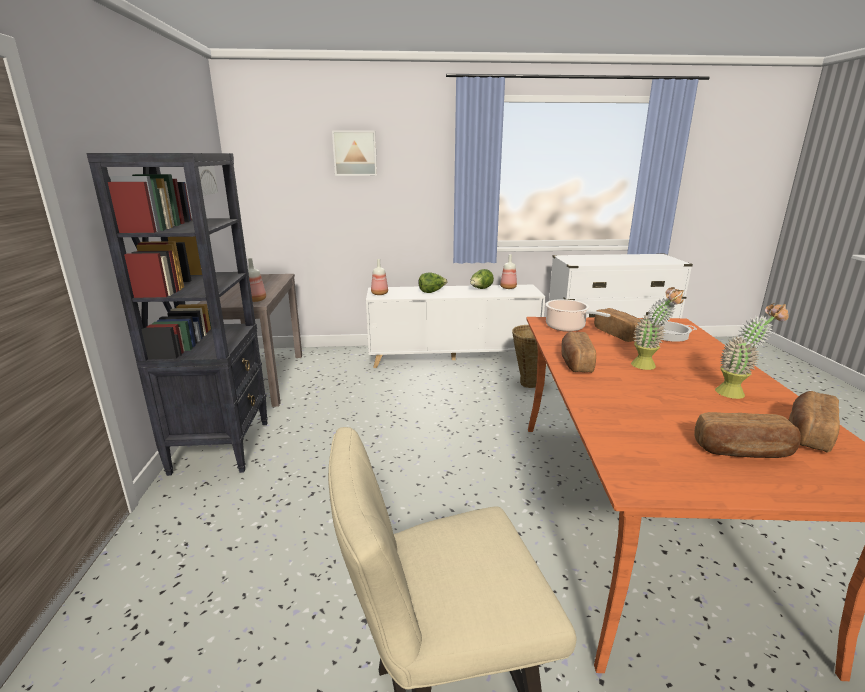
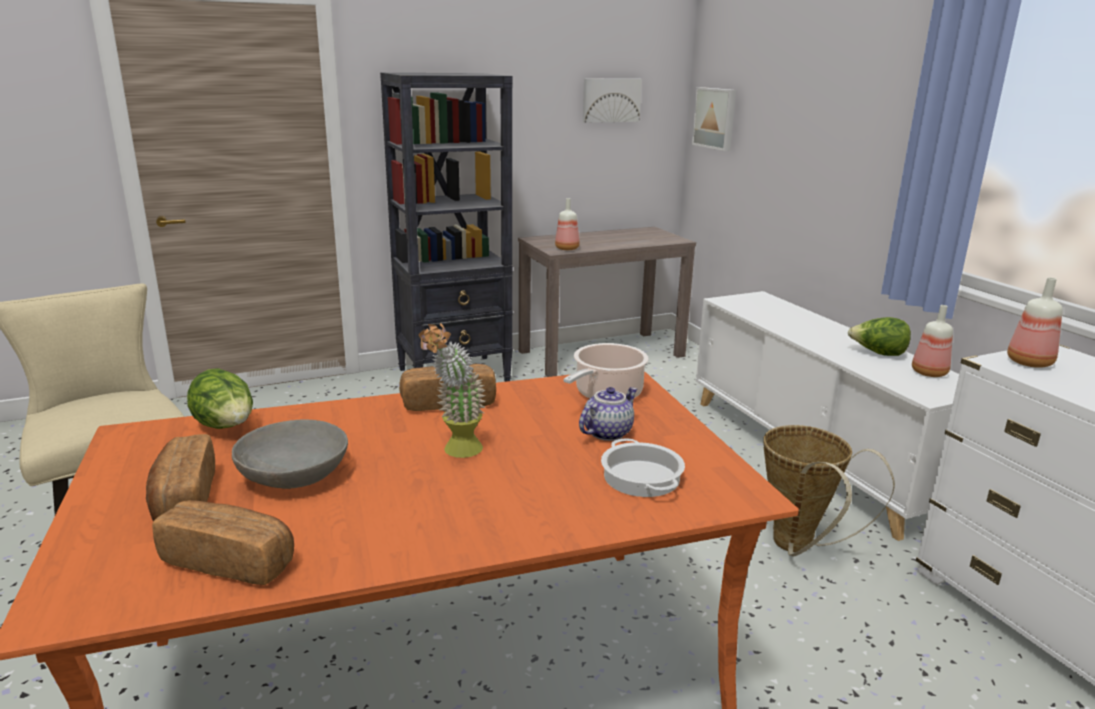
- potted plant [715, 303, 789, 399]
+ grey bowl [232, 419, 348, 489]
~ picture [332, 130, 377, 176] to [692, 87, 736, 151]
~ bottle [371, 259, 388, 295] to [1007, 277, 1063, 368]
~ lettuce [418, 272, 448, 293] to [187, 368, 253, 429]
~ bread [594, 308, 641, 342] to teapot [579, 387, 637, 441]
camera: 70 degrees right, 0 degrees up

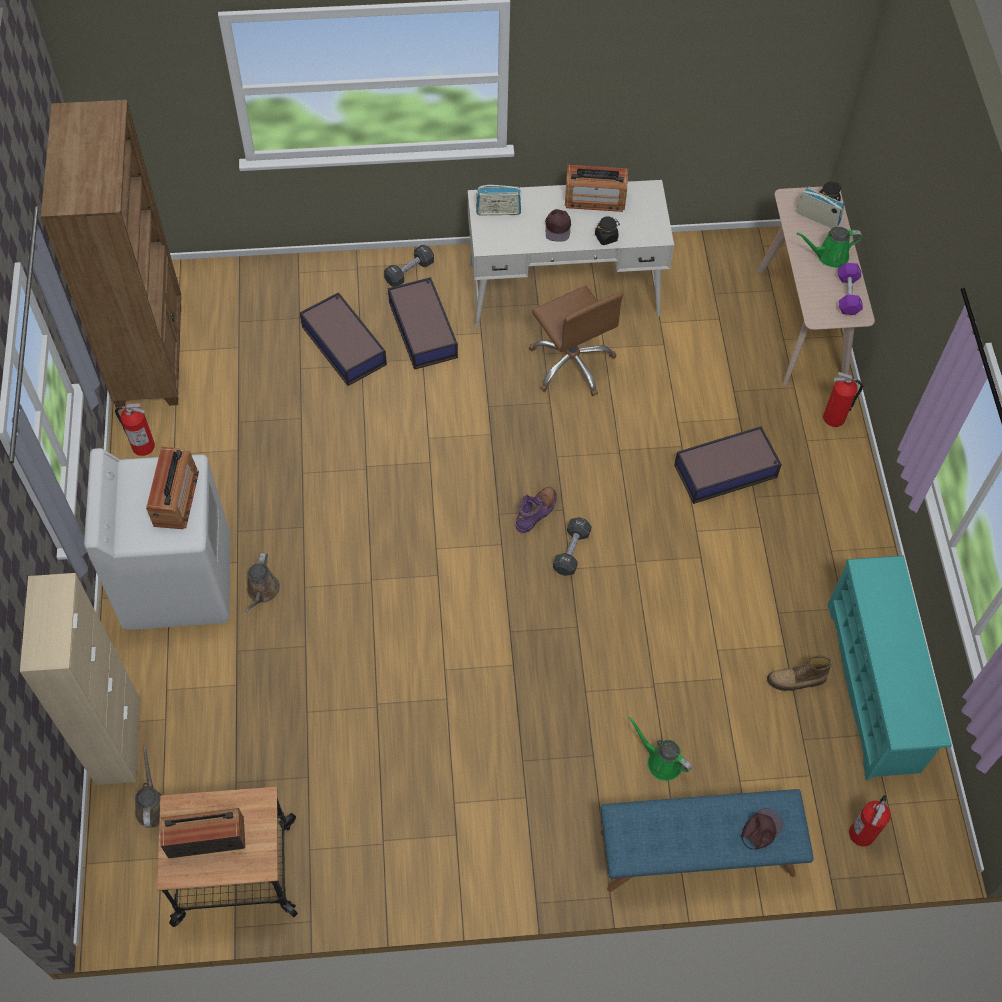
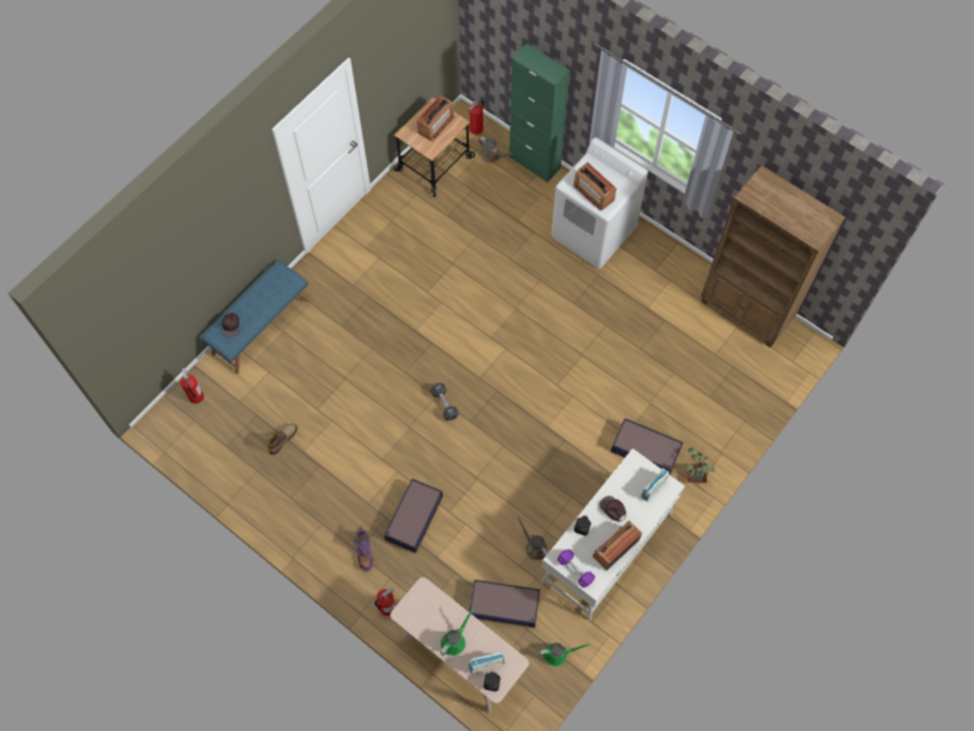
- brown office chair [529, 285, 623, 396]
- turquoise shoe rack [827, 556, 951, 781]
~ fire extinguisher [115, 404, 155, 456] to [469, 100, 484, 135]
~ brown watering can [245, 553, 280, 613] to [517, 517, 549, 560]
~ storage box [300, 292, 387, 386] to [469, 579, 540, 628]
~ purple boot [516, 487, 557, 533] to [354, 526, 373, 572]
~ green watering can [628, 717, 692, 781] to [539, 643, 590, 667]
~ purple dumbbell [838, 263, 863, 315] to [557, 549, 595, 588]
~ black dumbbell [384, 245, 434, 287] to potted plant [685, 448, 715, 483]
~ beige cabinet [20, 573, 140, 785] to green cabinet [509, 43, 570, 182]
camera: 135 degrees right, 5 degrees up

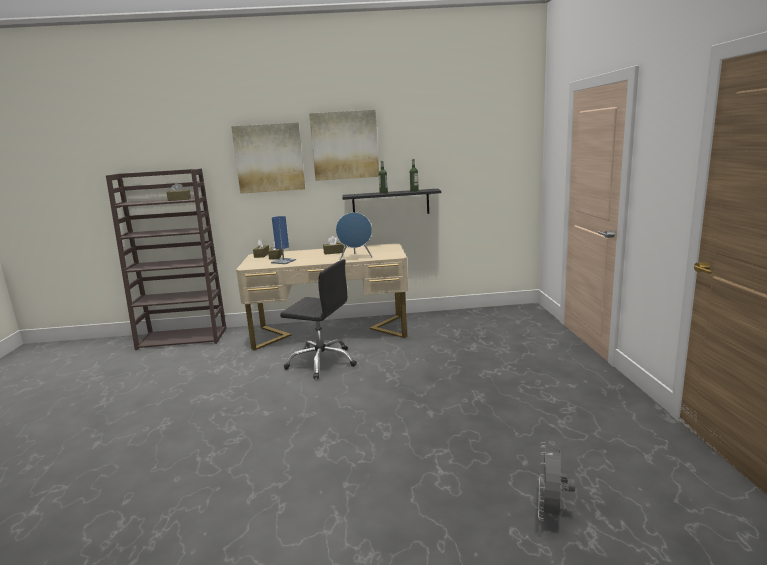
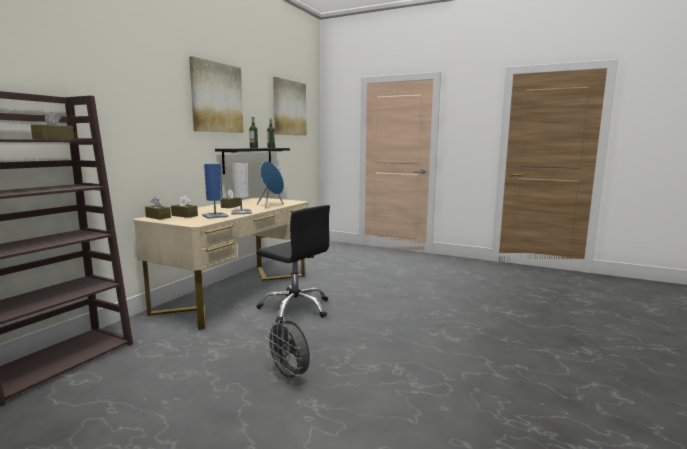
+ white table lamp [231, 163, 252, 215]
~ picture [231, 122, 305, 194] to [273, 77, 306, 136]
~ grey fan [538, 442, 575, 521] to [265, 320, 310, 383]
~ black office chair [280, 259, 357, 379] = [256, 205, 330, 323] 75 degrees clockwise
camera: 60 degrees left, 5 degrees down

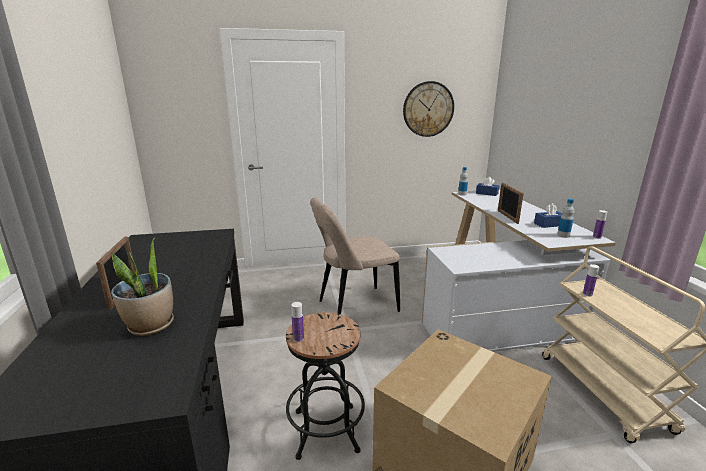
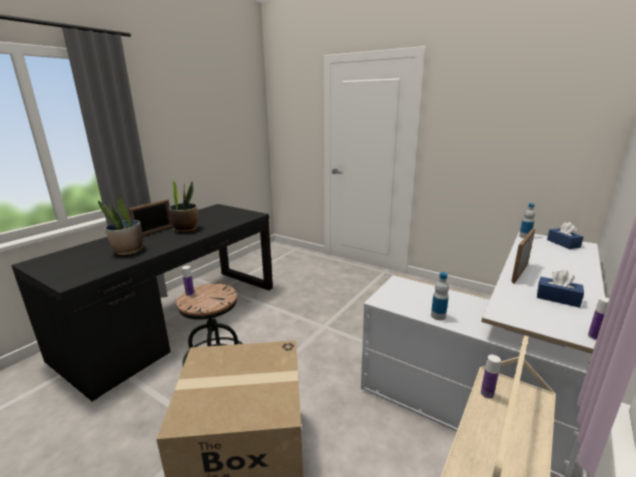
- beige chair [310, 197, 400, 314]
- wall clock [403, 81, 454, 137]
+ potted plant [169, 178, 198, 233]
~ bottle [557, 199, 574, 238] to [431, 272, 449, 320]
camera: 45 degrees right, 0 degrees up

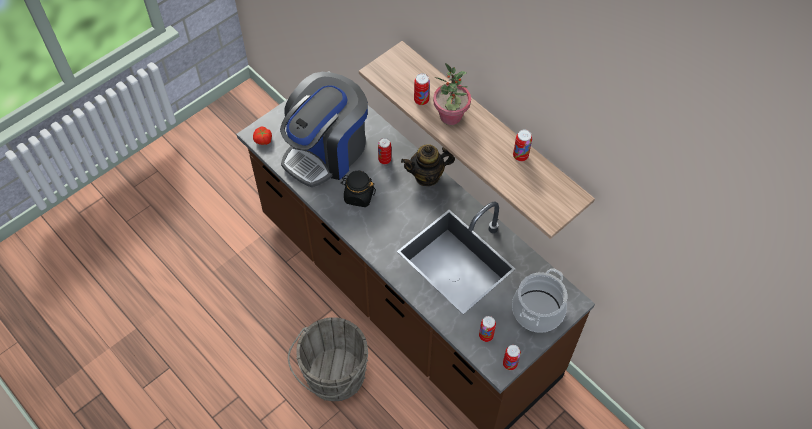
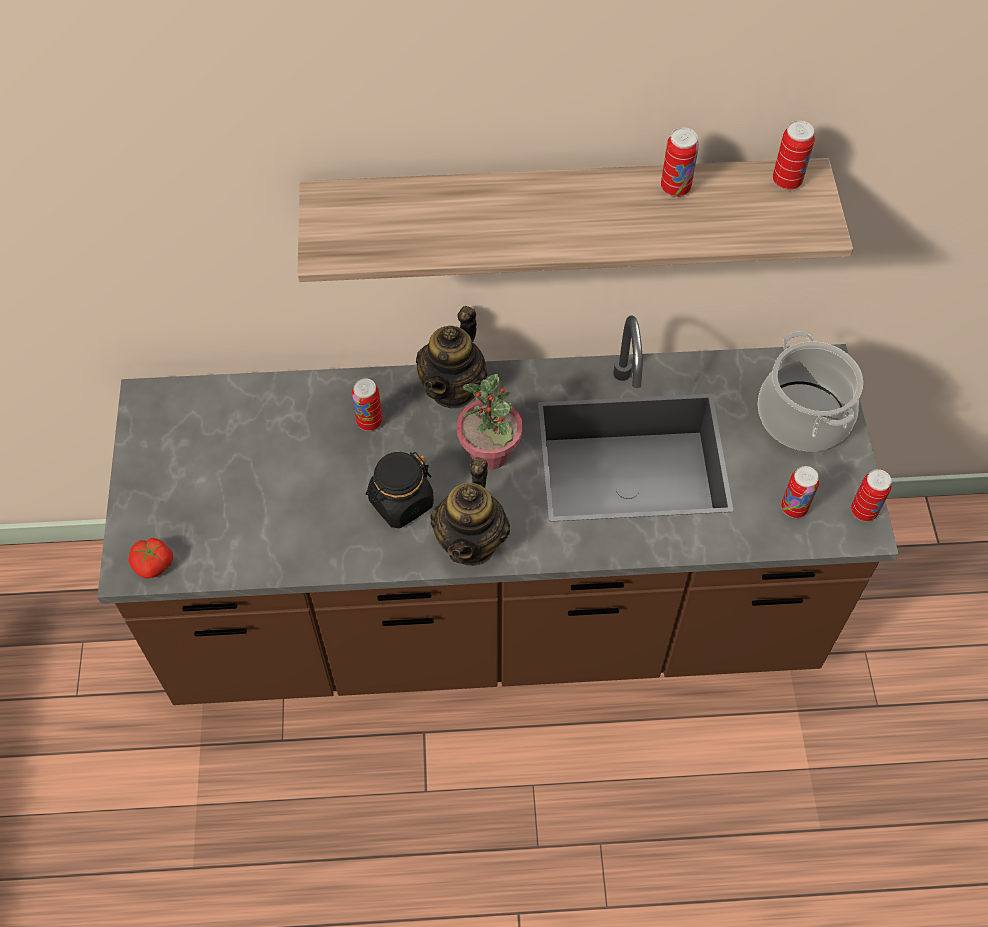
- coffee machine [280, 72, 368, 187]
- grey bucket [288, 317, 368, 401]
+ teapot [430, 457, 510, 566]
~ can [414, 73, 430, 106] to [773, 120, 815, 190]
~ potted plant [433, 63, 471, 125] to [457, 374, 522, 470]
camera: 50 degrees left, 0 degrees up

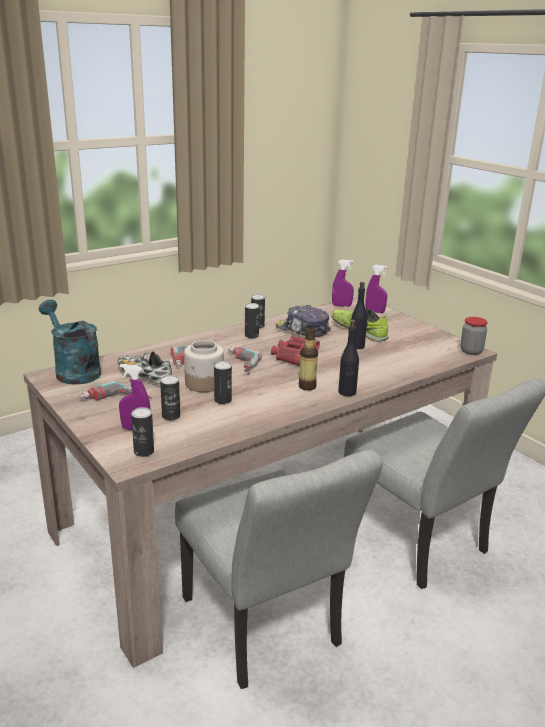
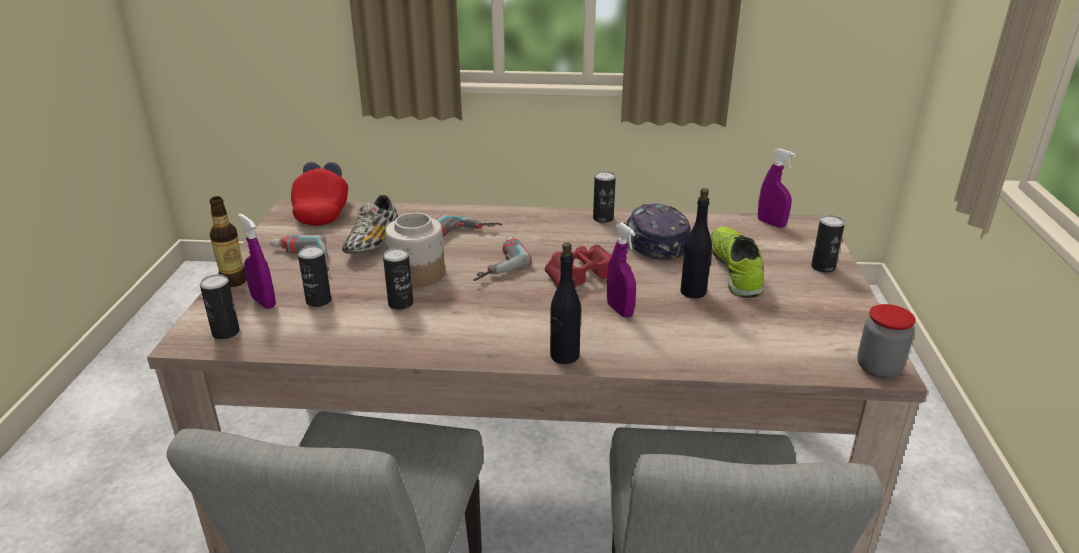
~ can [245, 303, 259, 338] to [811, 215, 845, 273]
~ bottle [299, 327, 318, 391] to [209, 196, 247, 287]
~ purple spray bottle [365, 265, 388, 313] to [607, 223, 636, 318]
~ turquoise watering can [39, 300, 101, 385] to red cap [291, 162, 348, 226]
~ shoe [117, 351, 172, 384] = [342, 195, 398, 254] 150 degrees counterclockwise
camera: 40 degrees right, 5 degrees up

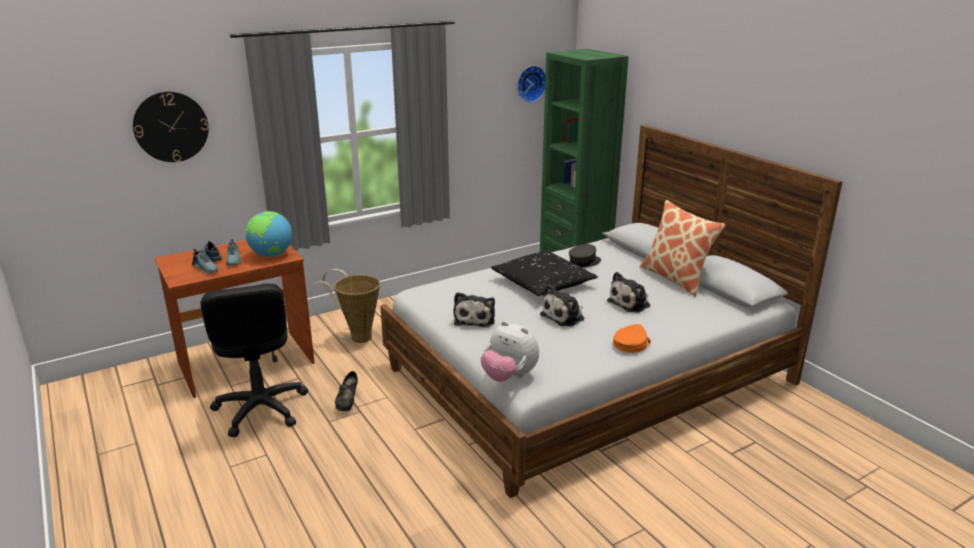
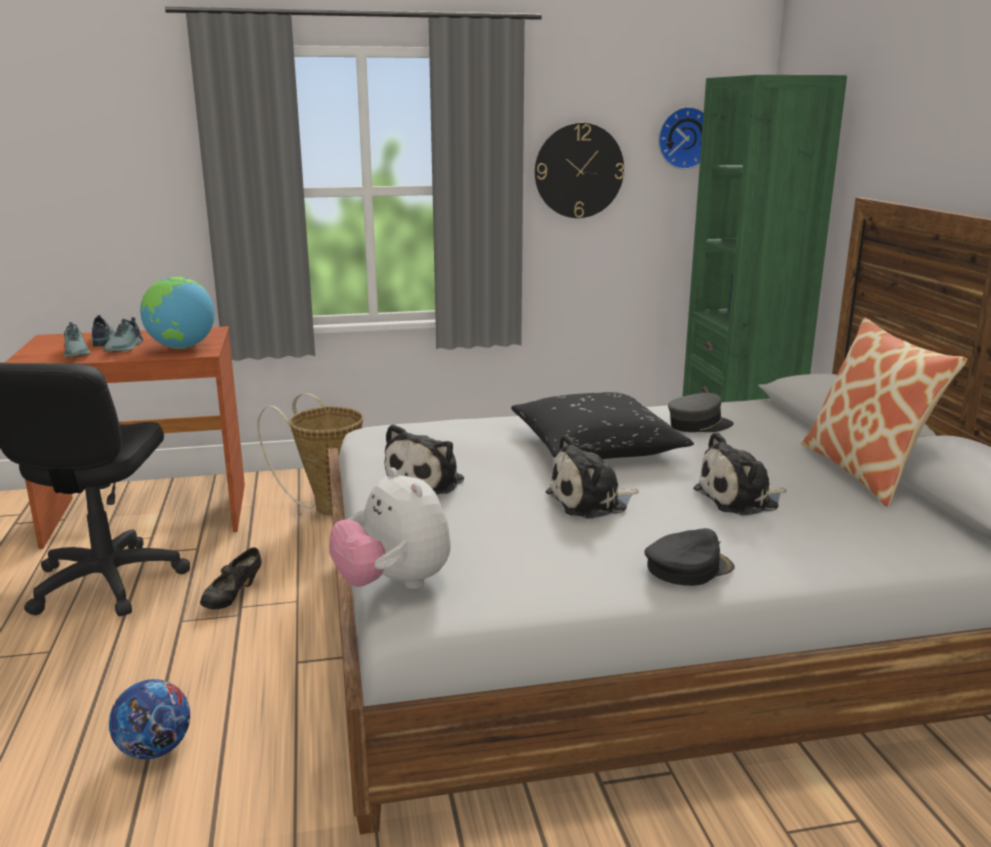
+ football [109, 679, 190, 759]
~ wall clock [133, 92, 209, 162] to [535, 123, 624, 218]
~ orange cap [613, 324, 651, 353] to black cap [644, 528, 735, 586]
camera: 20 degrees right, 5 degrees down

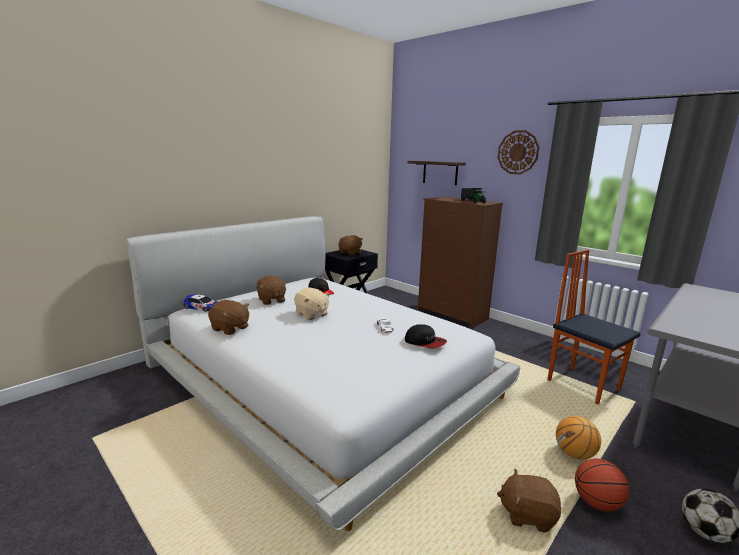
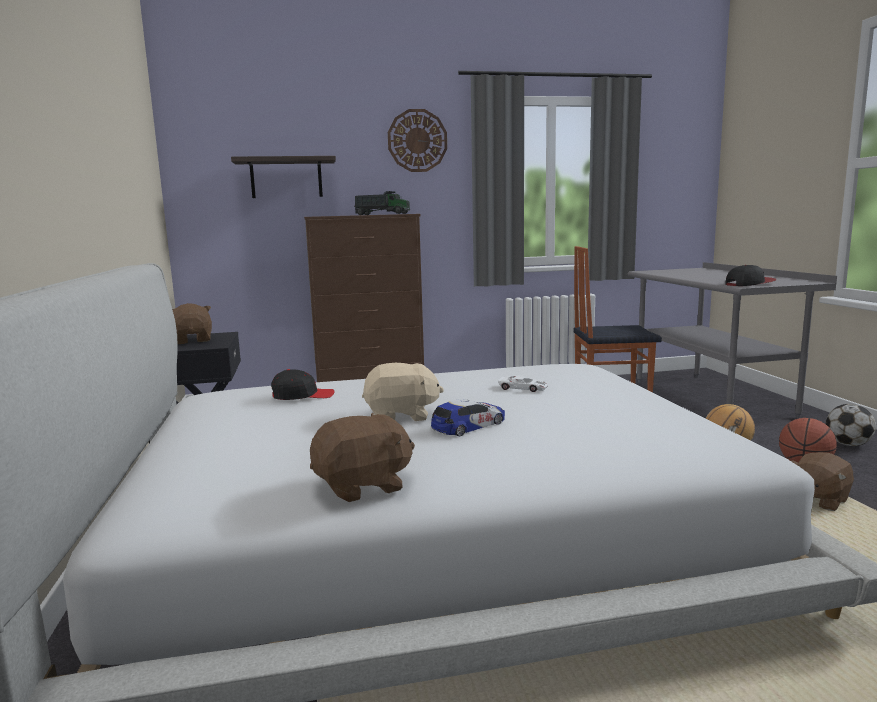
- brown plush toy [257, 276, 287, 305]
~ toy car [184, 294, 217, 312] to [431, 399, 505, 436]
~ cap [405, 324, 447, 348] to [725, 265, 777, 286]
camera: 55 degrees left, 5 degrees down

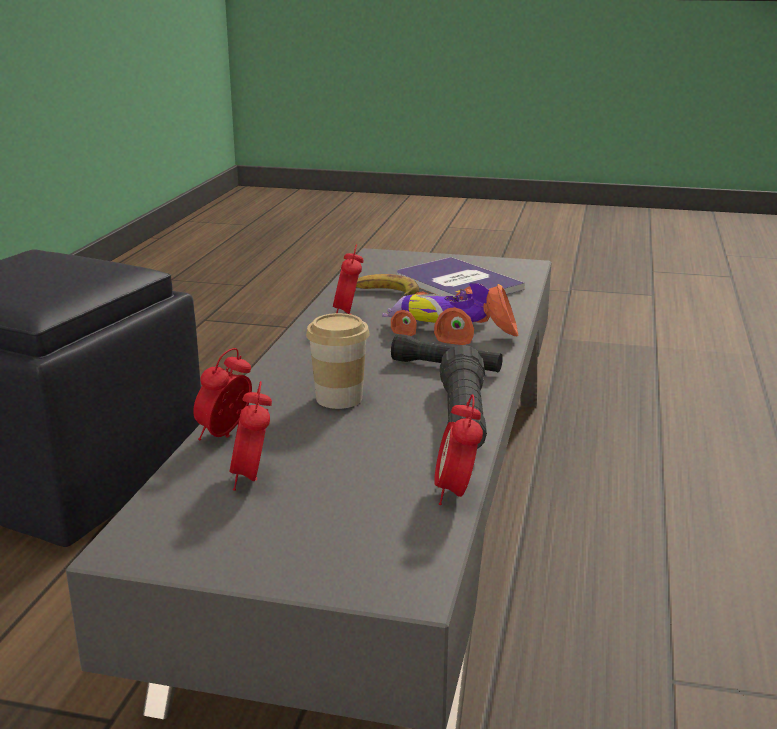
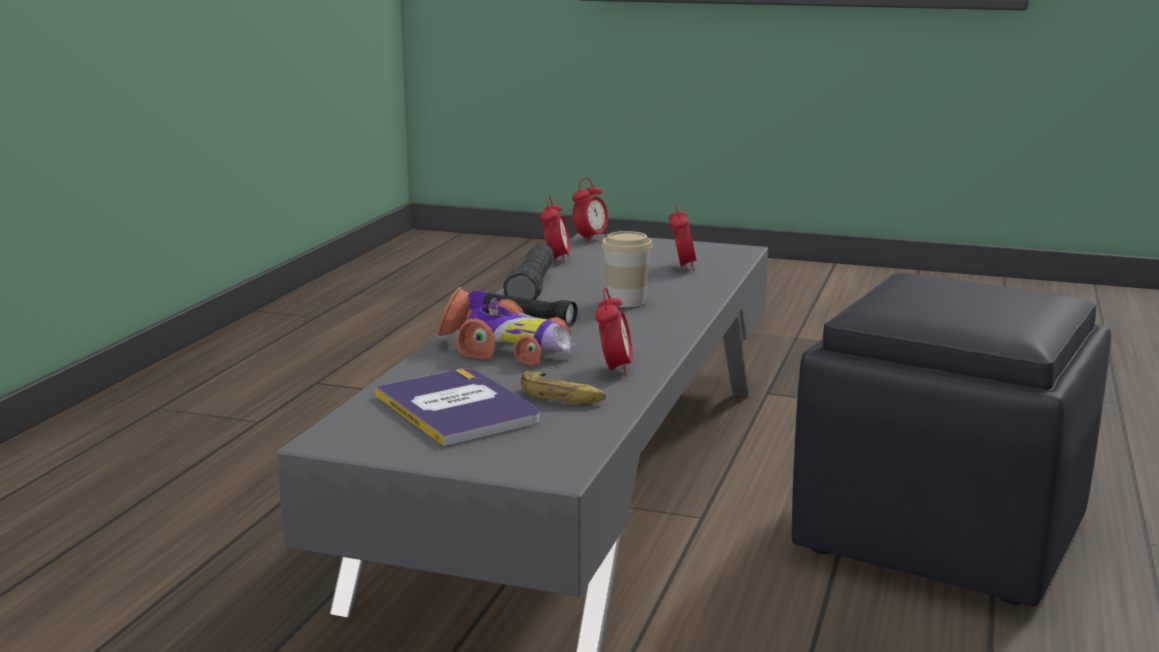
~ alarm clock [193, 348, 252, 440] to [572, 178, 608, 242]
camera: 175 degrees left, 5 degrees down

